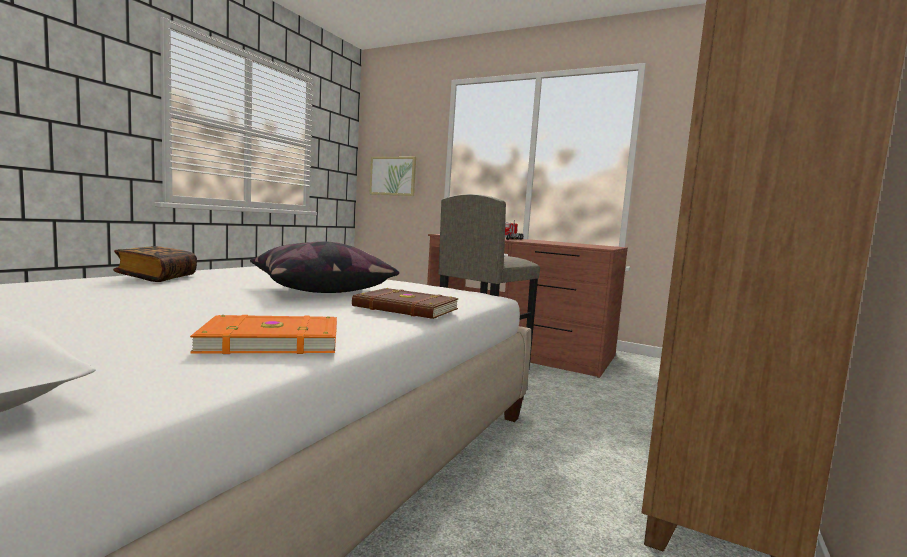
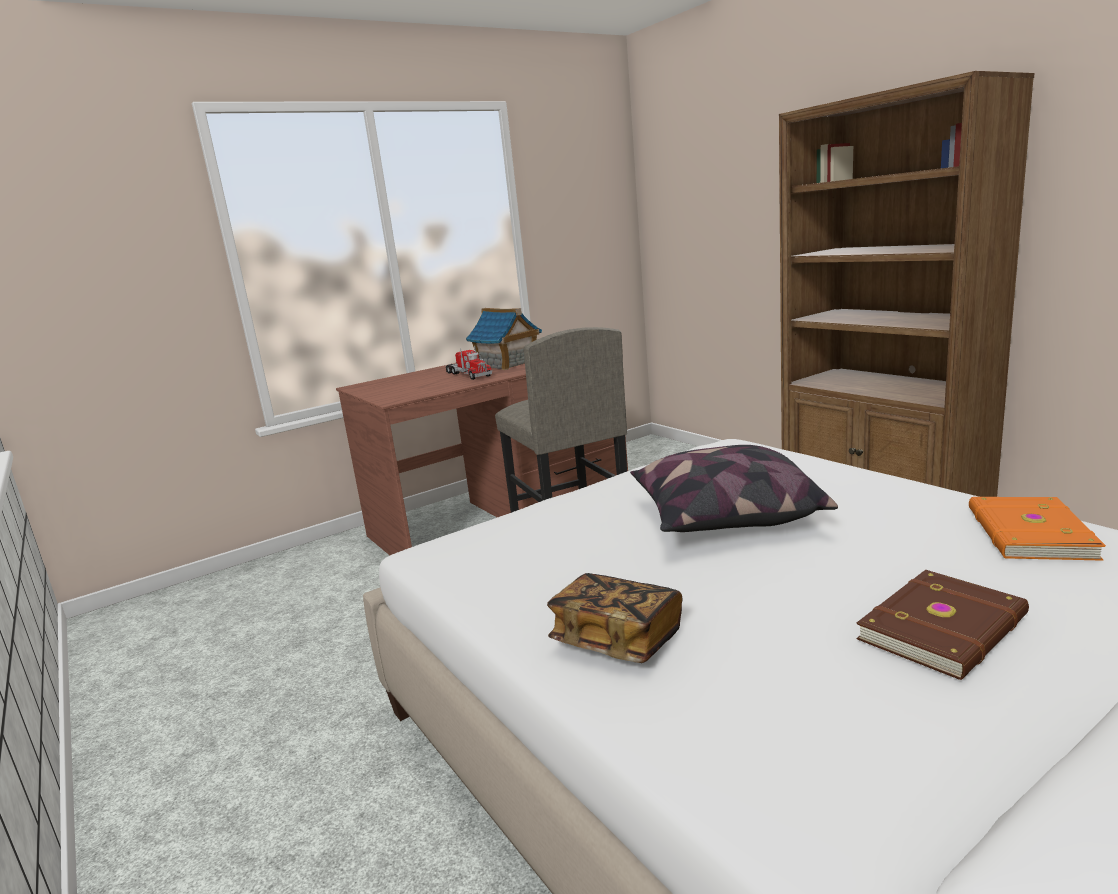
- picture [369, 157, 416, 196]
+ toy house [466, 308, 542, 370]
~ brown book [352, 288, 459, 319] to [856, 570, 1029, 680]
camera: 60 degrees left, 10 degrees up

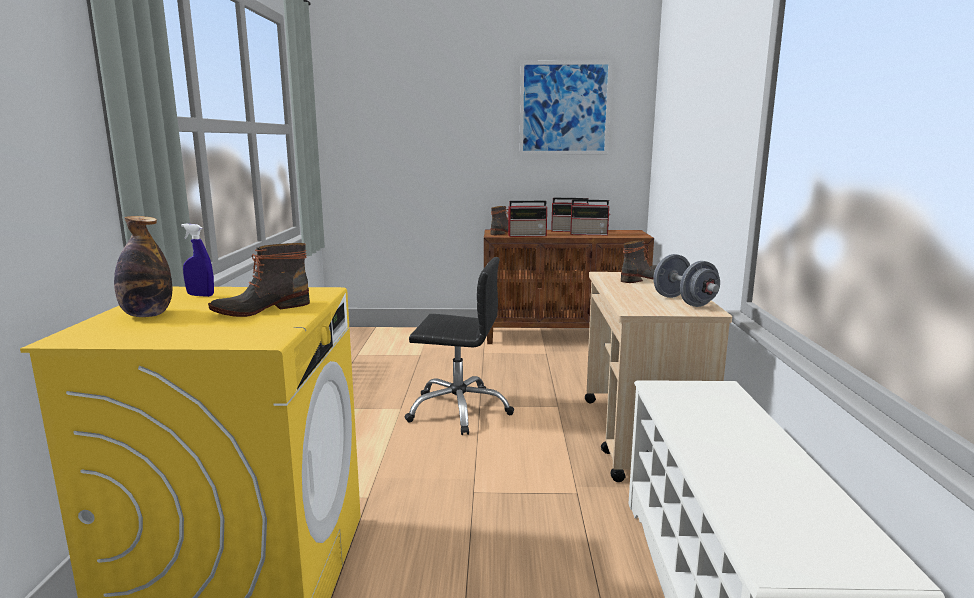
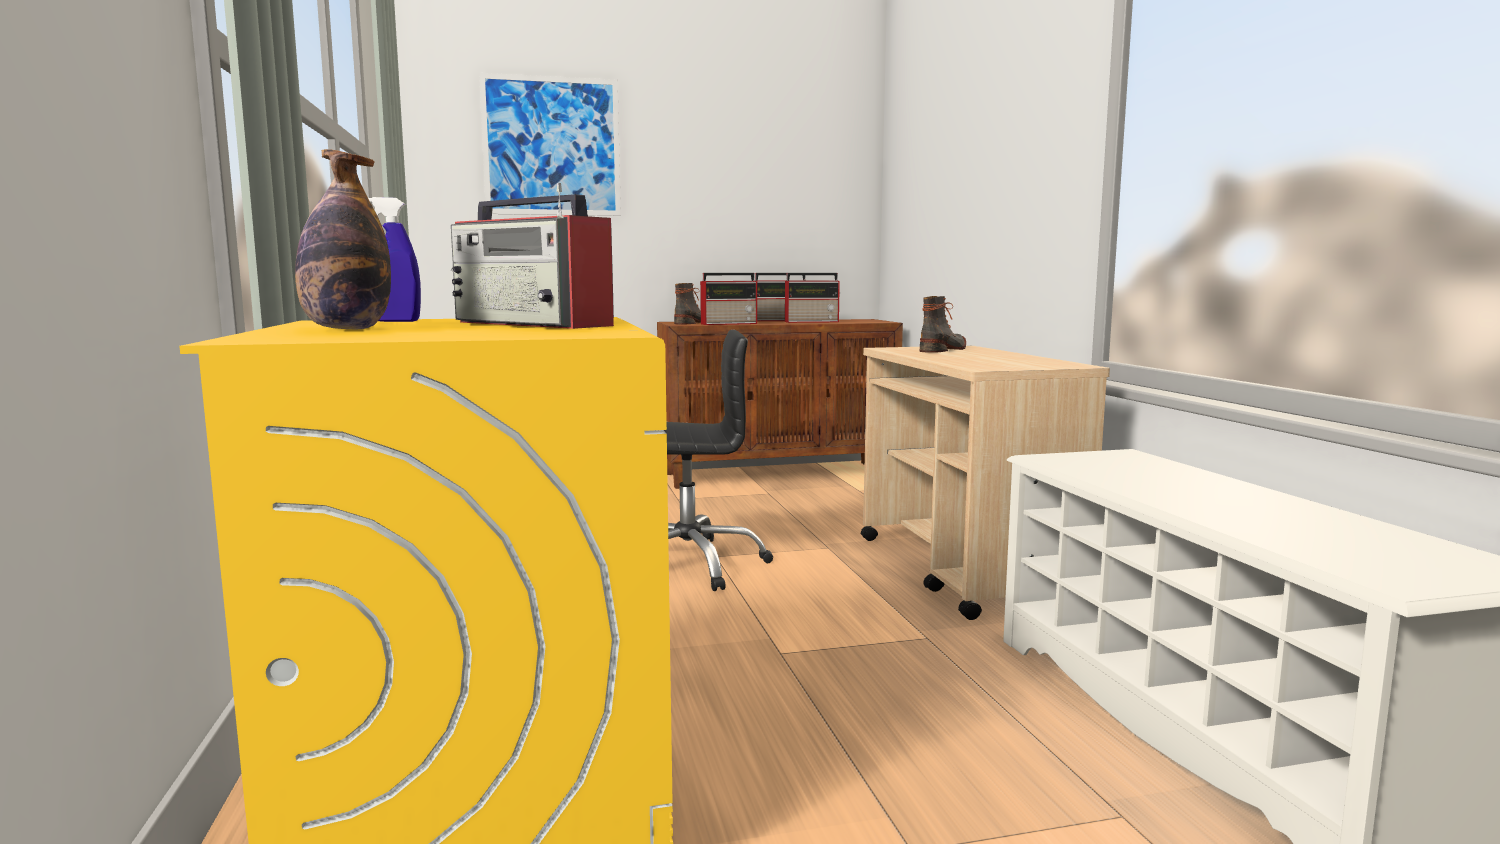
- grey dumbbell [654, 254, 720, 307]
~ picture [519, 61, 612, 154] to [479, 73, 621, 216]
~ boot [208, 243, 310, 317] to radio [451, 183, 614, 329]
camera: 15 degrees left, 5 degrees down

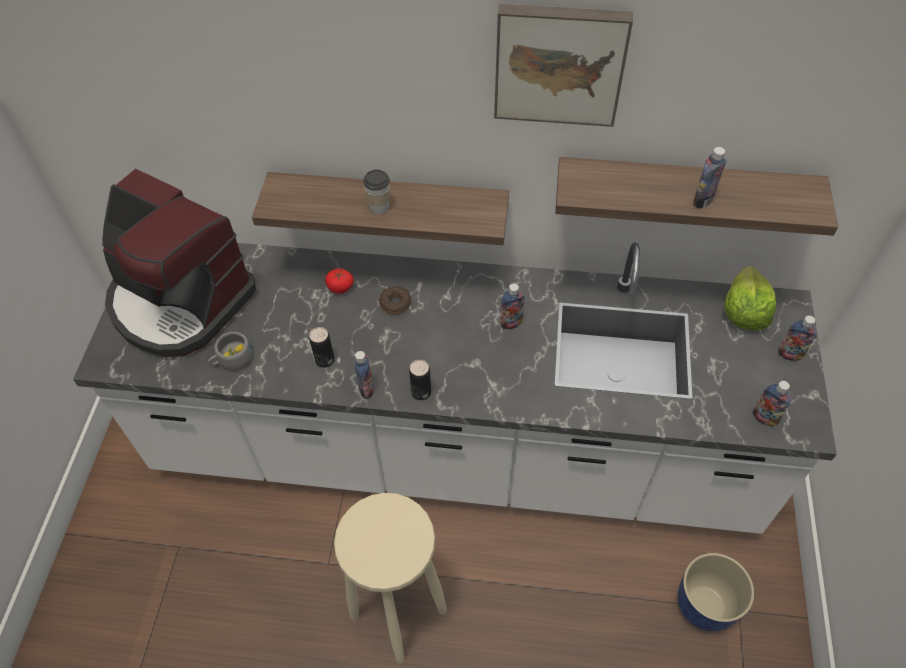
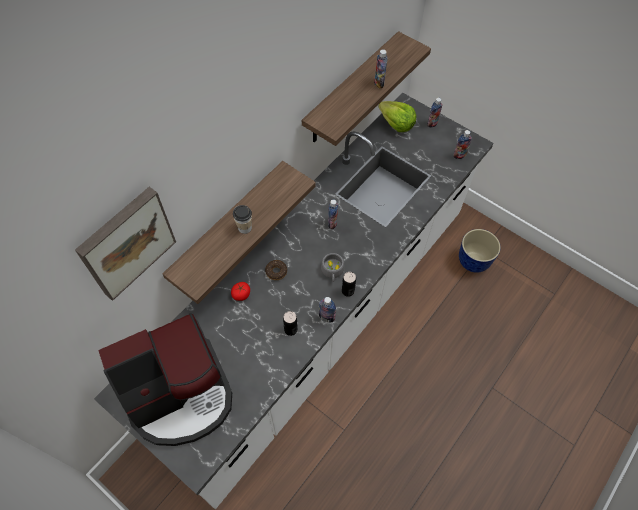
- beige stool [334, 493, 447, 664]
~ grey cup [208, 332, 253, 370] to [321, 253, 344, 282]
~ picture [494, 4, 633, 127] to [75, 187, 176, 301]
camera: 60 degrees left, 5 degrees up

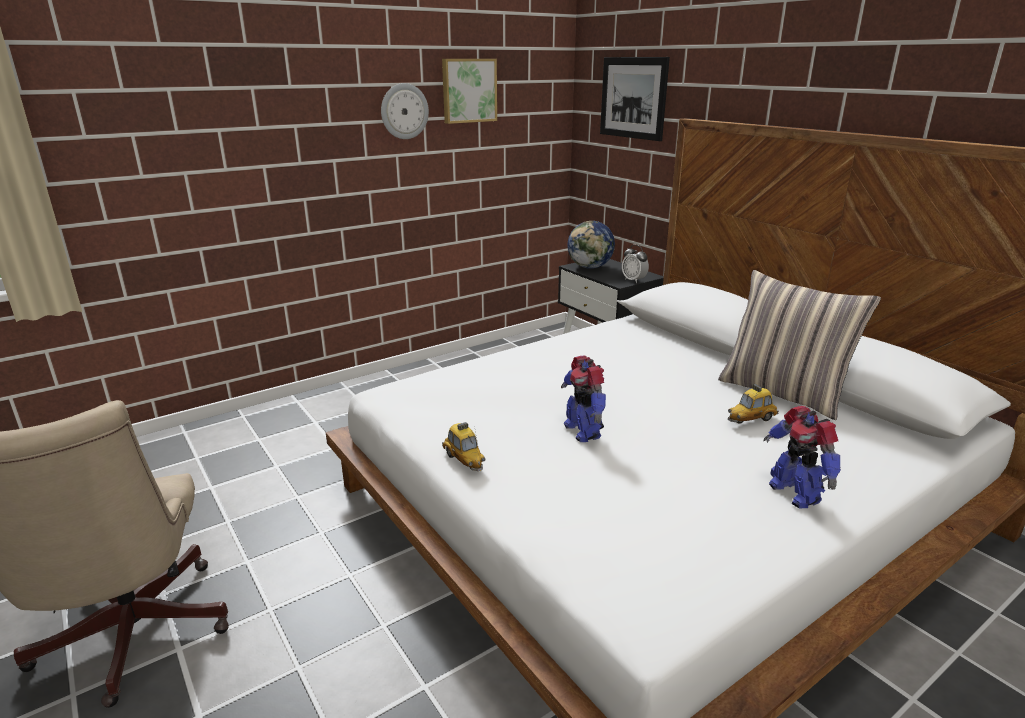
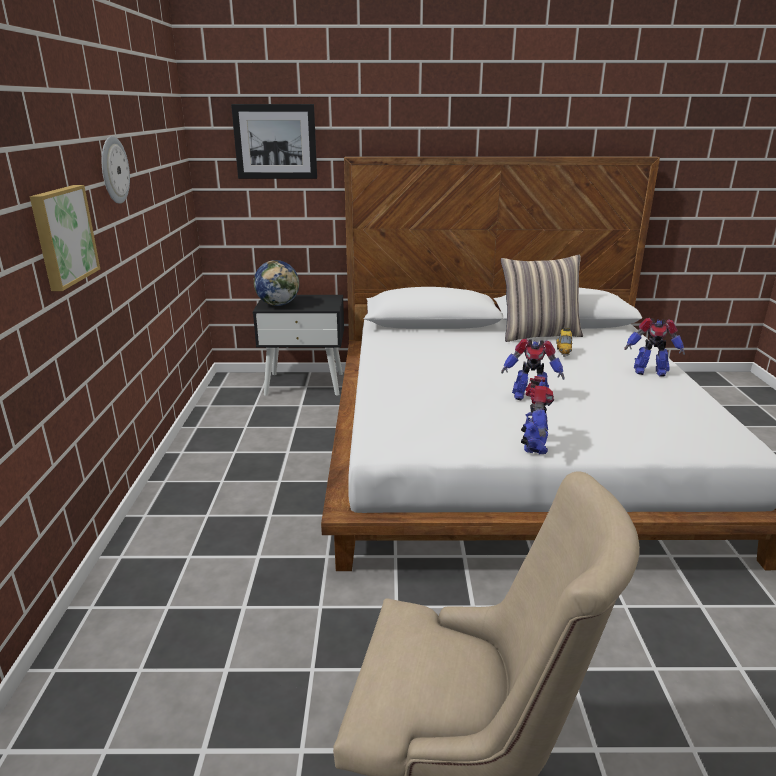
- alarm clock [622, 245, 649, 283]
~ picture [442, 59, 497, 124] to [30, 185, 100, 291]
~ toy car [442, 422, 485, 472] to toy robot [521, 376, 554, 454]
camera: 55 degrees left, 0 degrees up

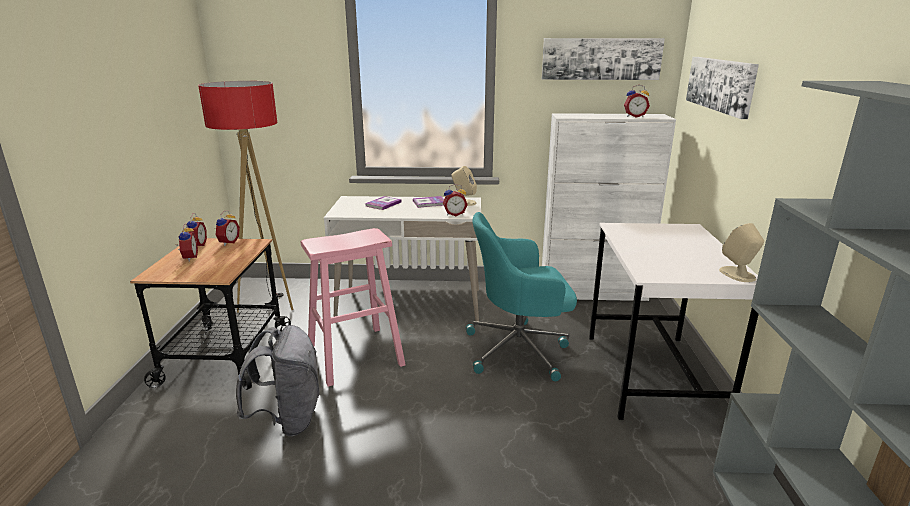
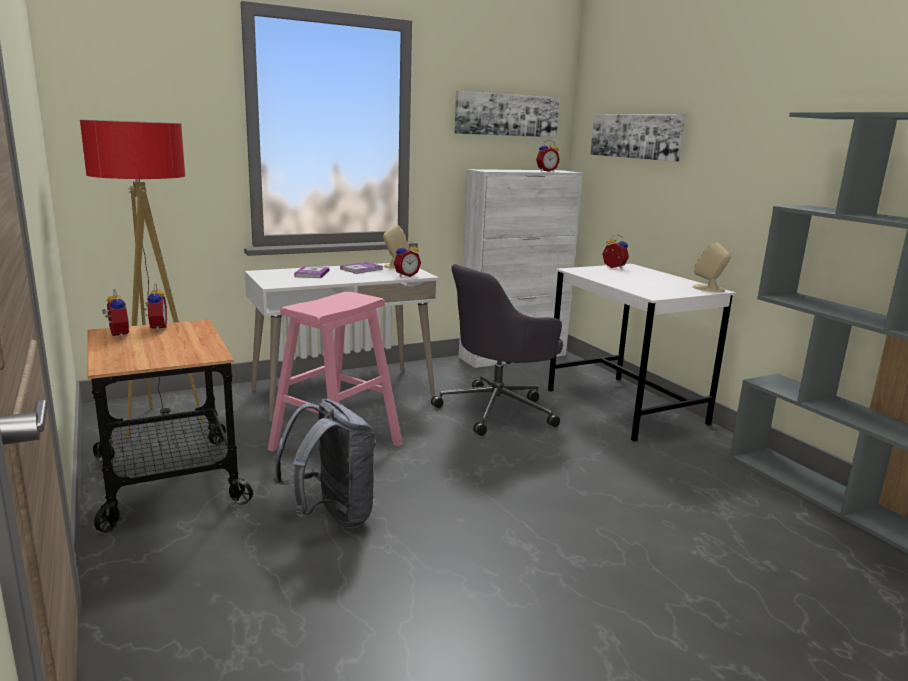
~ alarm clock [178, 224, 198, 262] to [602, 234, 629, 269]
~ turquoise office chair [466, 212, 577, 381] to grey office chair [431, 264, 563, 436]
camera: 30 degrees left, 5 degrees down

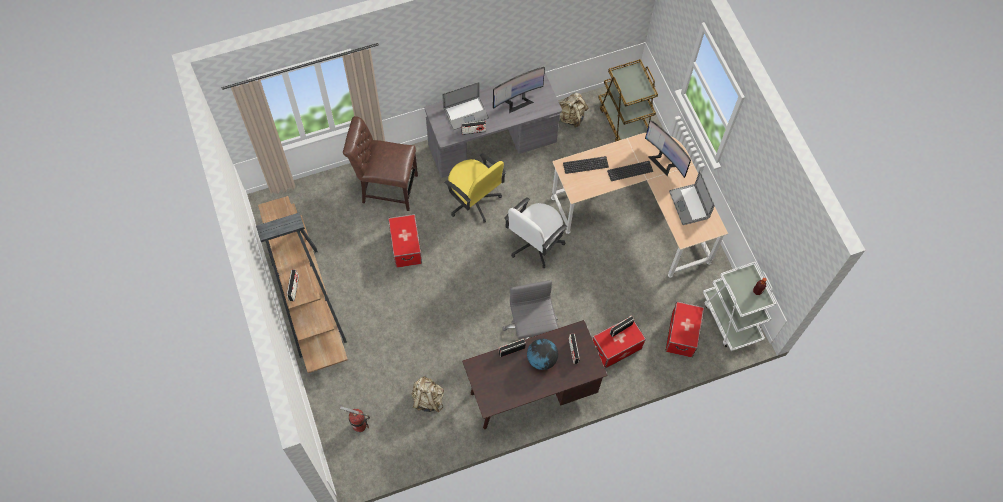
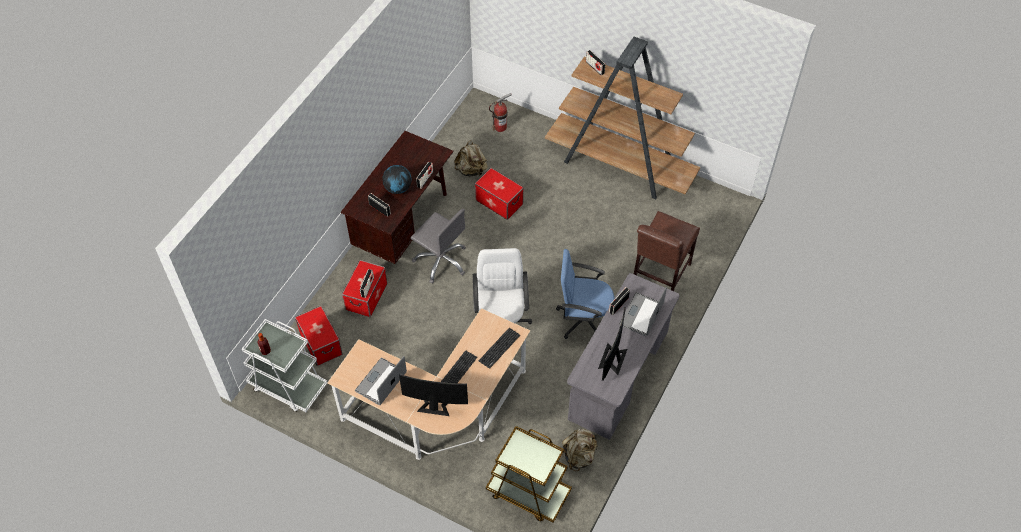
~ storage box [388, 214, 422, 268] to [475, 168, 524, 220]
~ yellow office chair [444, 153, 506, 223] to blue office chair [556, 249, 615, 339]
~ brown chair [343, 116, 418, 211] = [634, 211, 700, 291] 150 degrees clockwise
~ laptop [669, 171, 715, 225] = [355, 356, 407, 405] 90 degrees counterclockwise
camera: 140 degrees right, 10 degrees down

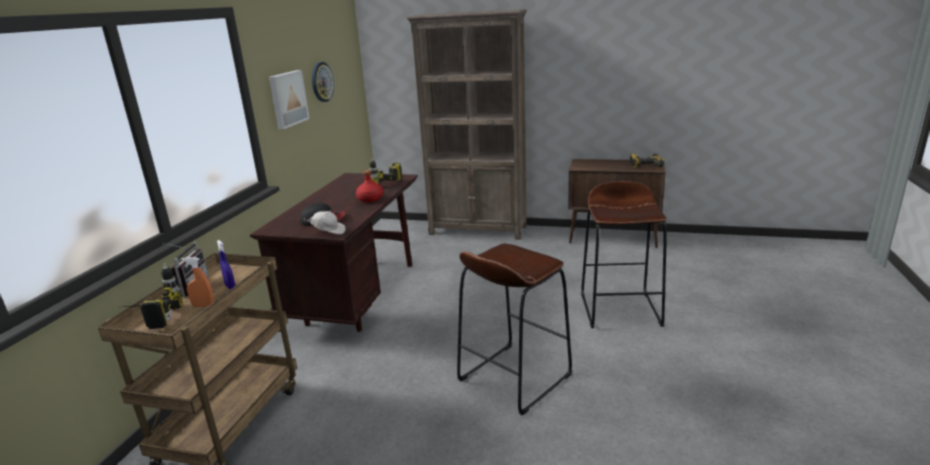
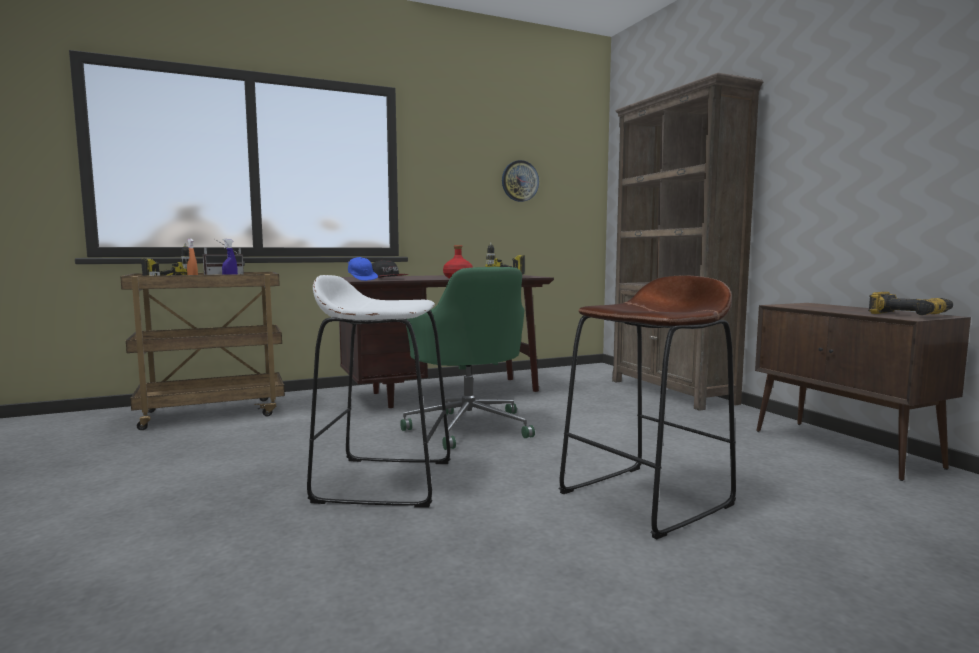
- picture [269, 70, 309, 129]
+ green office chair [400, 267, 535, 450]
~ white cap [303, 211, 346, 234] to blue cap [348, 257, 378, 281]
~ brown stool [457, 243, 572, 416] to white stool [307, 275, 451, 508]
camera: 50 degrees right, 15 degrees down

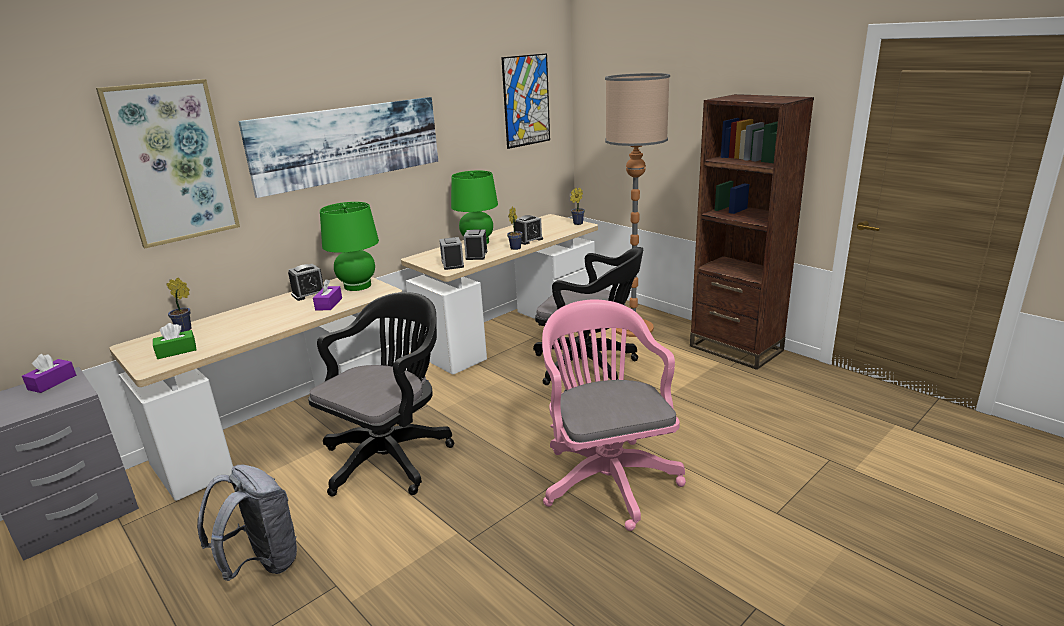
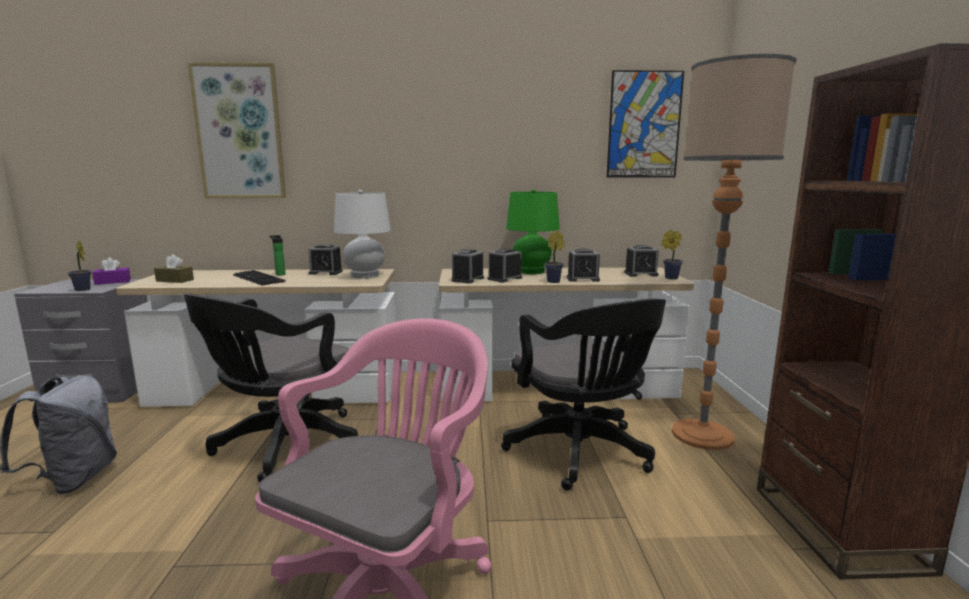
- picture [238, 97, 438, 198]
- purple tissue box [313, 279, 342, 310]
+ keyboard [233, 270, 286, 286]
+ bottle [269, 235, 286, 276]
+ alarm clock [624, 245, 659, 276]
~ potted plant [166, 278, 192, 332] to [68, 240, 91, 291]
~ green tissue box [153, 323, 197, 359] to brown tissue box [154, 254, 194, 283]
~ green table lamp [320, 202, 379, 291] to white table lamp [334, 190, 391, 279]
~ black office chair [308, 292, 454, 497] = [184, 294, 358, 483] 135 degrees clockwise
camera: 40 degrees right, 10 degrees down

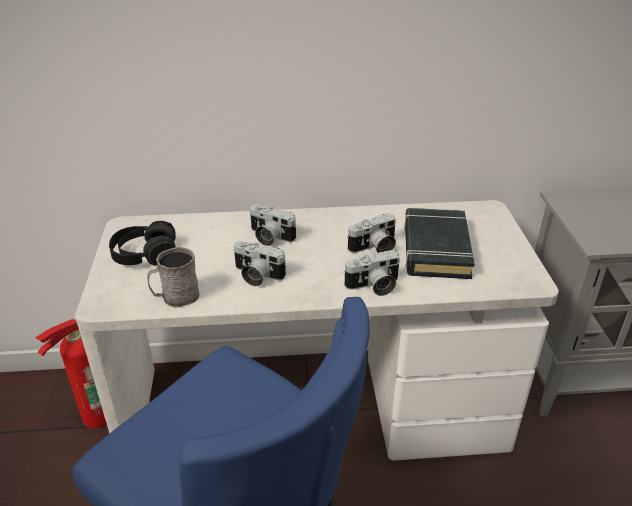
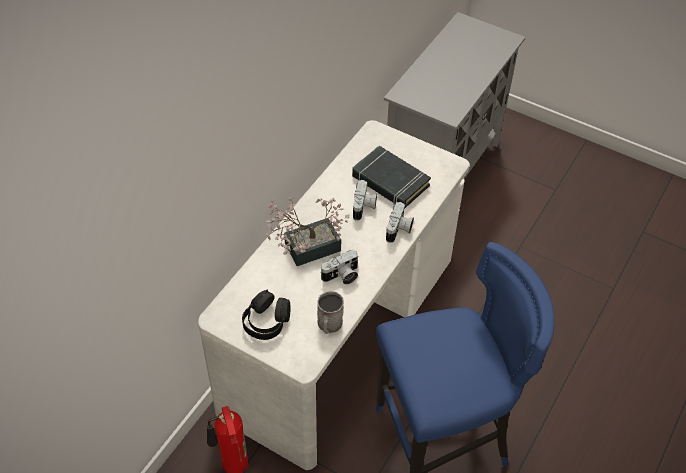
~ photo camera [250, 205, 296, 246] to potted plant [266, 196, 350, 266]
camera: 55 degrees left, 15 degrees up

